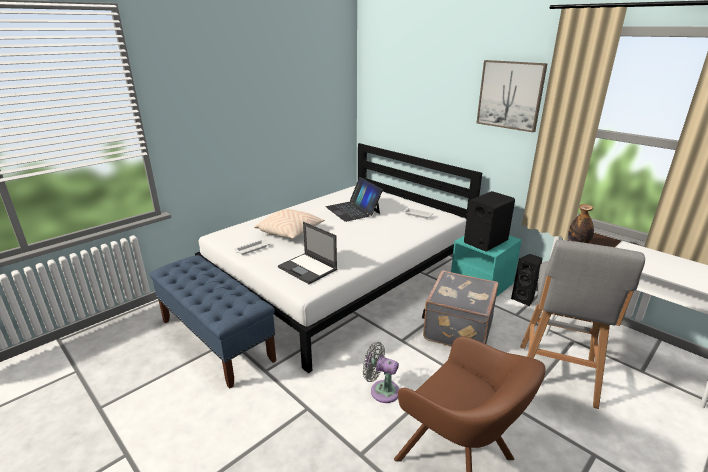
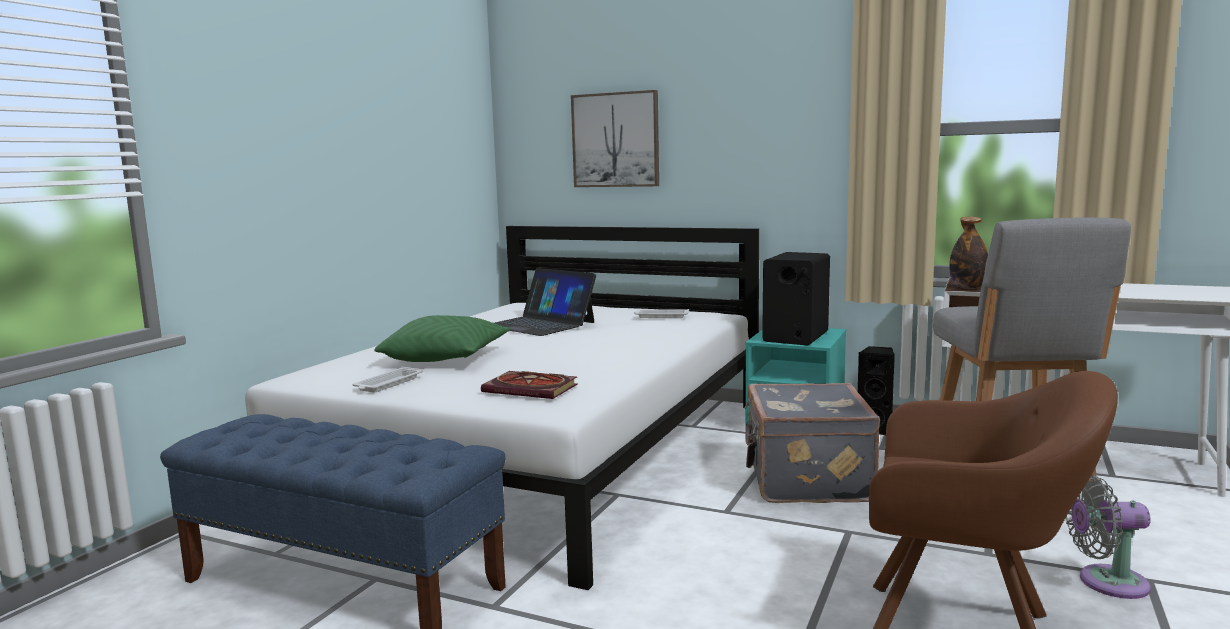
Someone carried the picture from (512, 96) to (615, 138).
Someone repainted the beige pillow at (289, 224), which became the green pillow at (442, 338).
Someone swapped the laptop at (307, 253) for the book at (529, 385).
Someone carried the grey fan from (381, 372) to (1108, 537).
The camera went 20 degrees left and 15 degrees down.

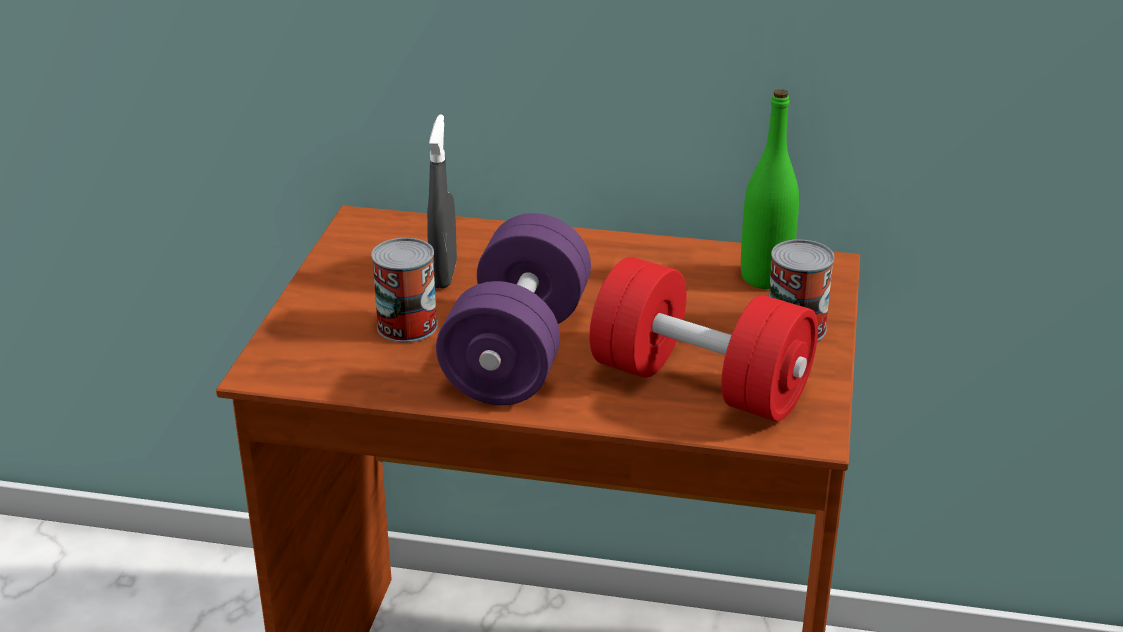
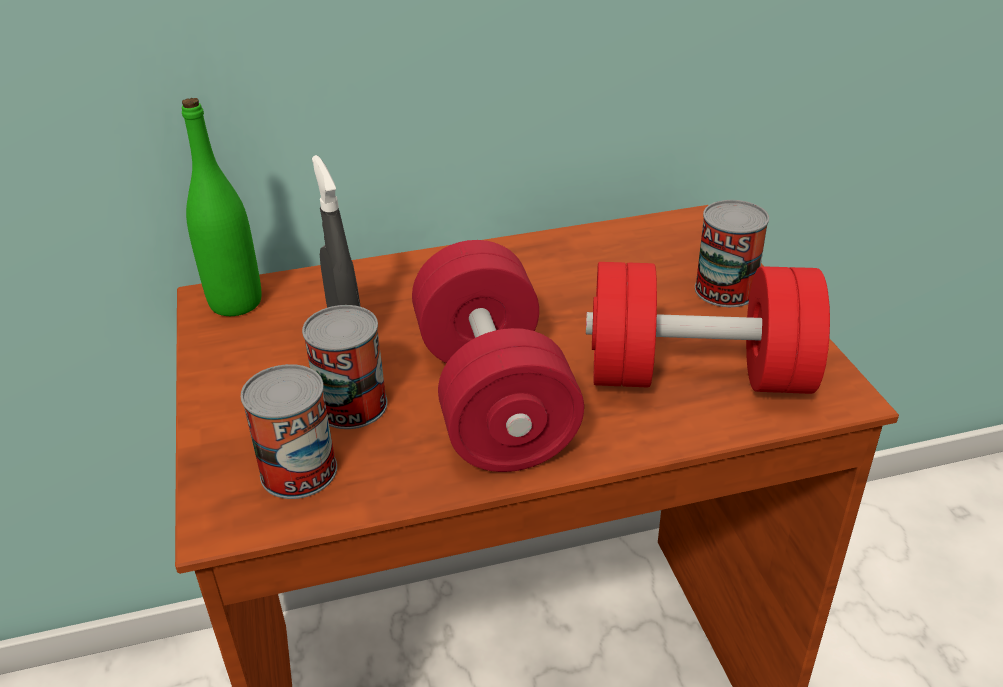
Someone carried the green bottle from (770, 189) to (222, 207).
Someone repainted the purple dumbbell at (513, 309), which became the red dumbbell at (498, 356).
Someone put down the can at (289, 431).
The camera went 25 degrees left and 5 degrees up.

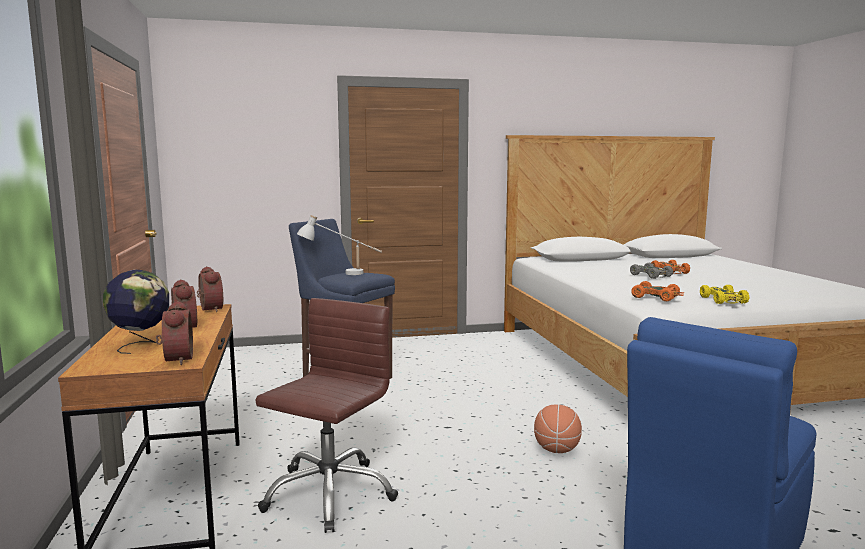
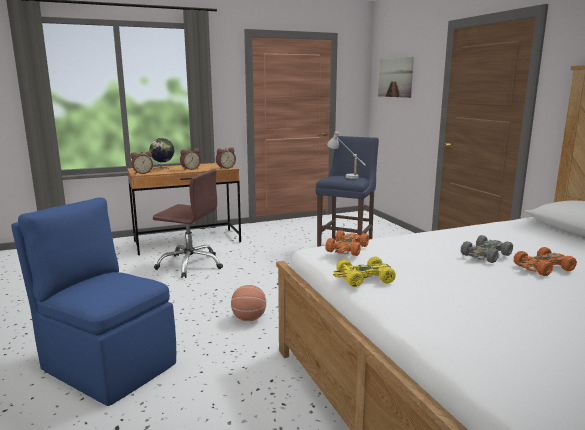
Someone put up the picture at (396, 77).
The camera went 80 degrees right and 5 degrees up.

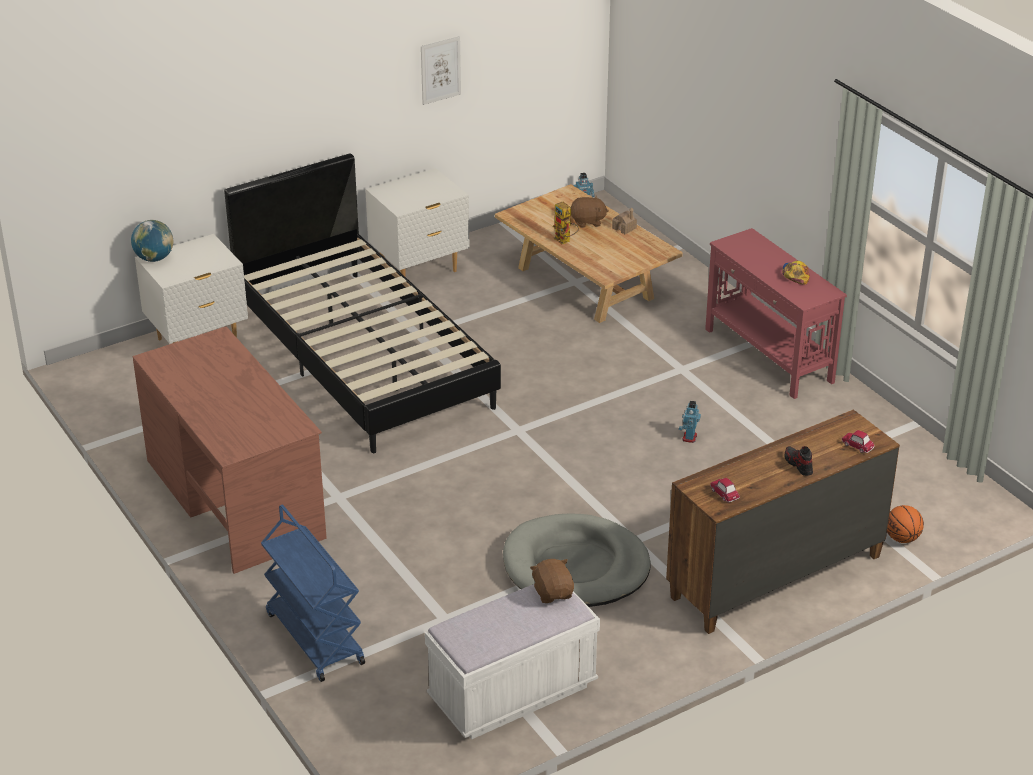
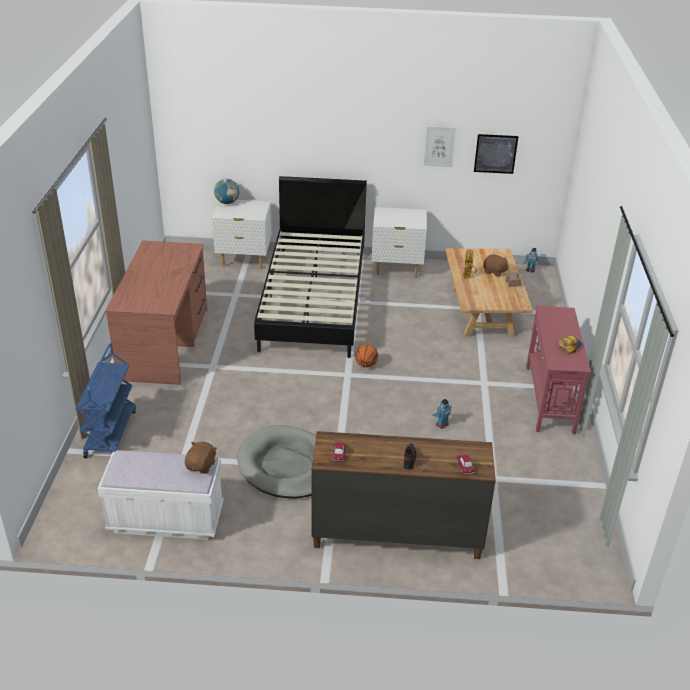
Someone carried the basketball from (905, 524) to (366, 355).
Someone put up the picture at (496, 154).
The camera went 35 degrees right and 0 degrees up.

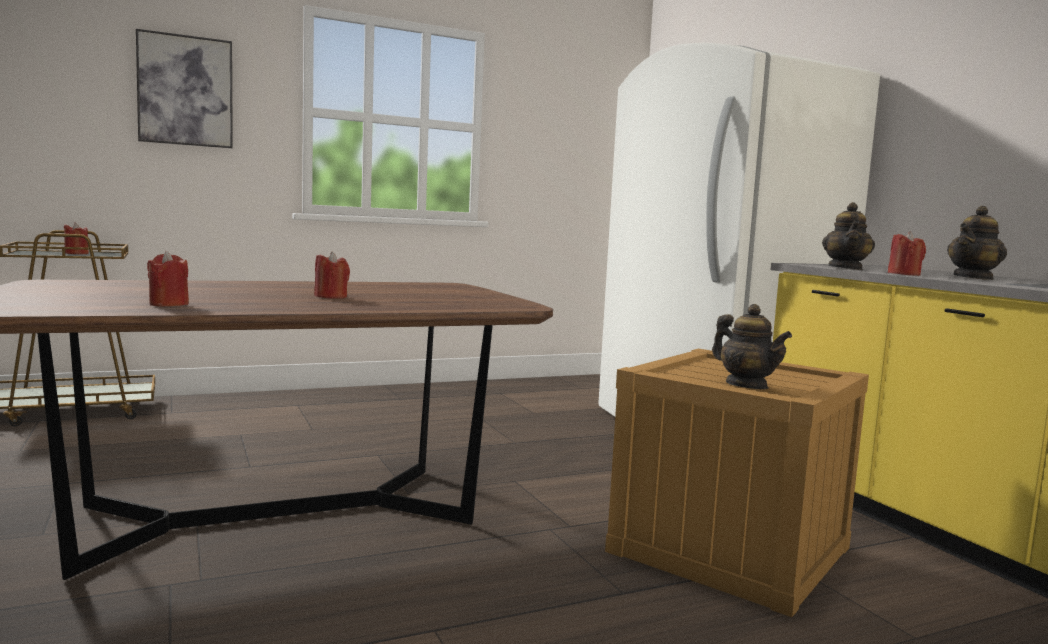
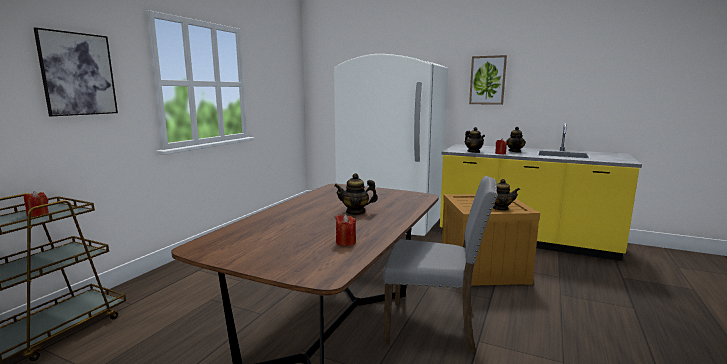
Someone swapped the red candle at (332, 275) for the teapot at (356, 194).
Someone put up the picture at (488, 80).
Someone put down the grey chair at (440, 264).
The camera went 40 degrees left and 5 degrees up.

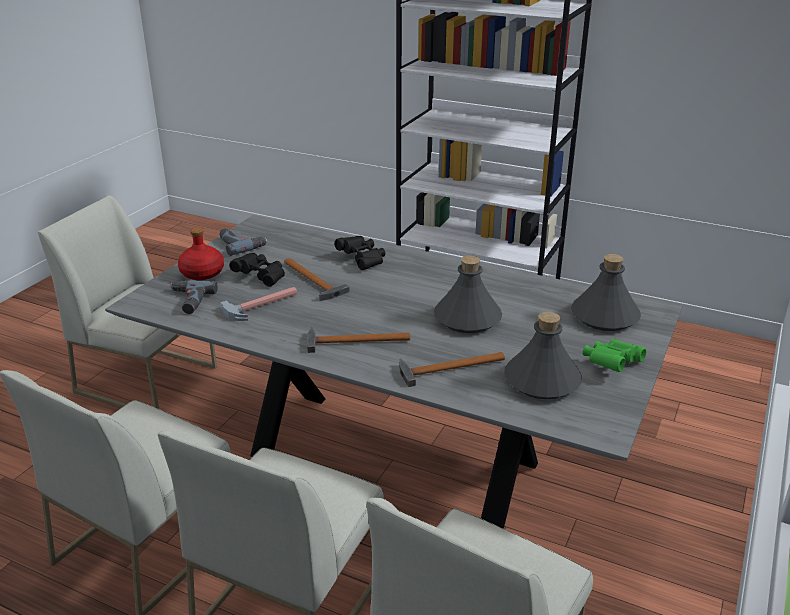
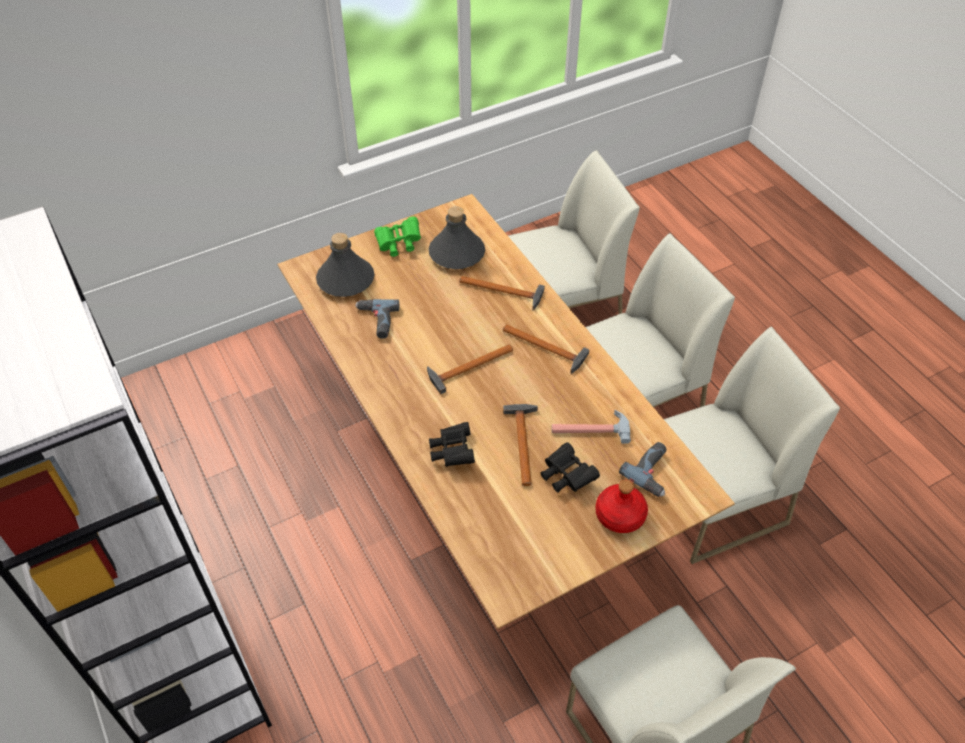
Someone repainted the grey dining table at (394, 372), which became the brown dining table at (506, 411).
Someone carried the power drill from (243, 242) to (377, 319).
Someone took away the grey bottle at (468, 294).
Someone put down the hammer at (470, 369).
The camera went 145 degrees left and 20 degrees up.

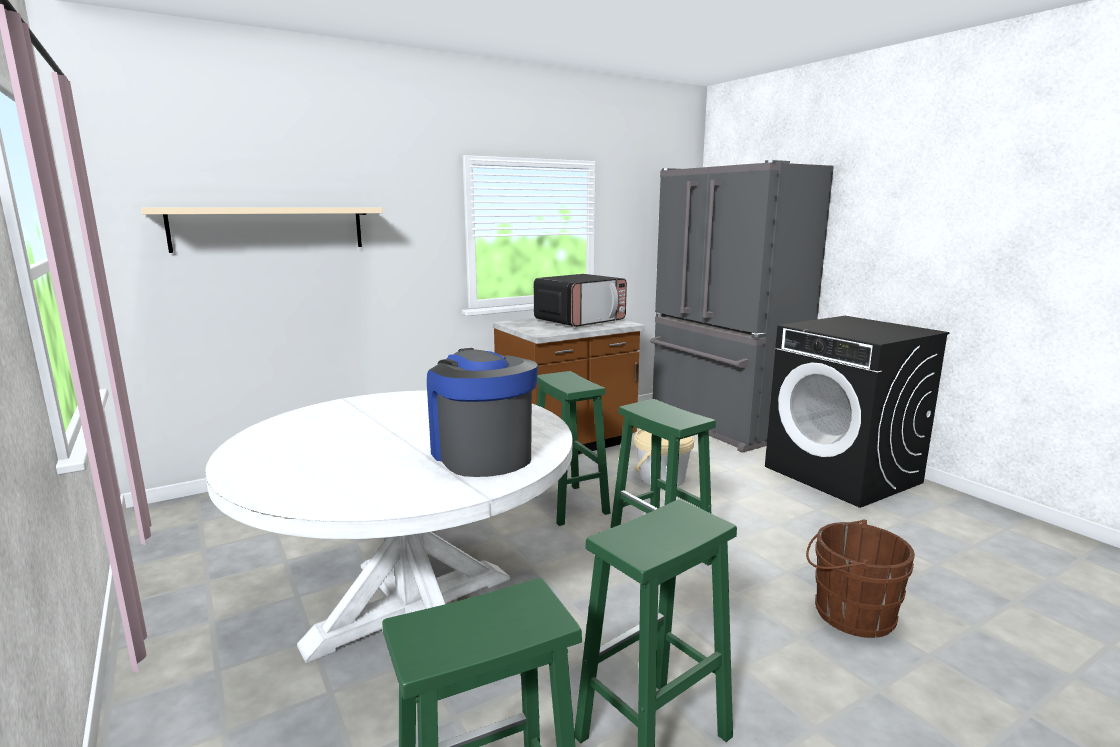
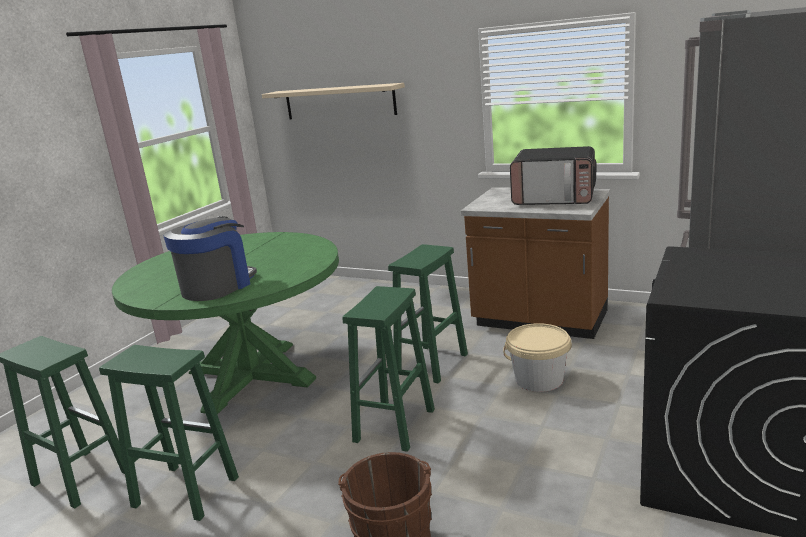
Someone repainted the white dining table at (388, 527), which became the green dining table at (225, 323).
The camera went 60 degrees right and 5 degrees up.

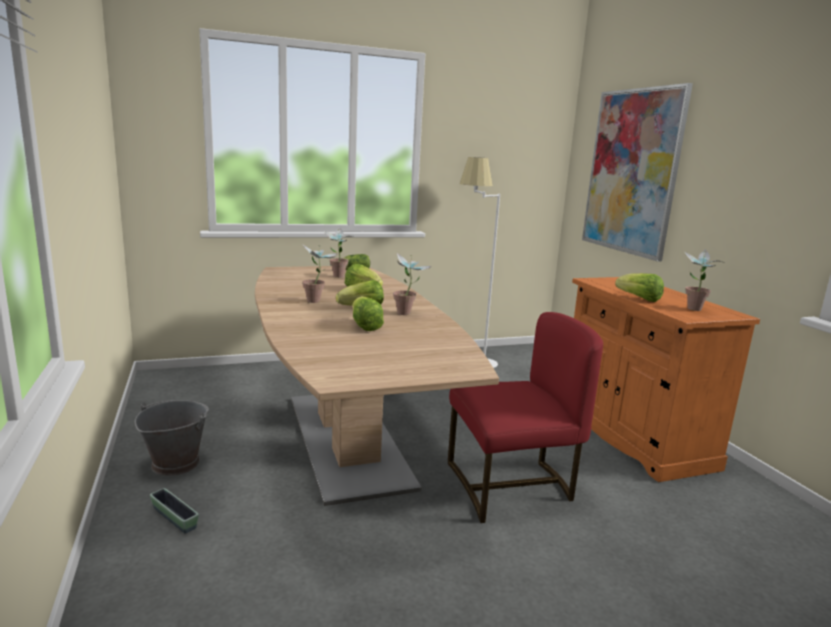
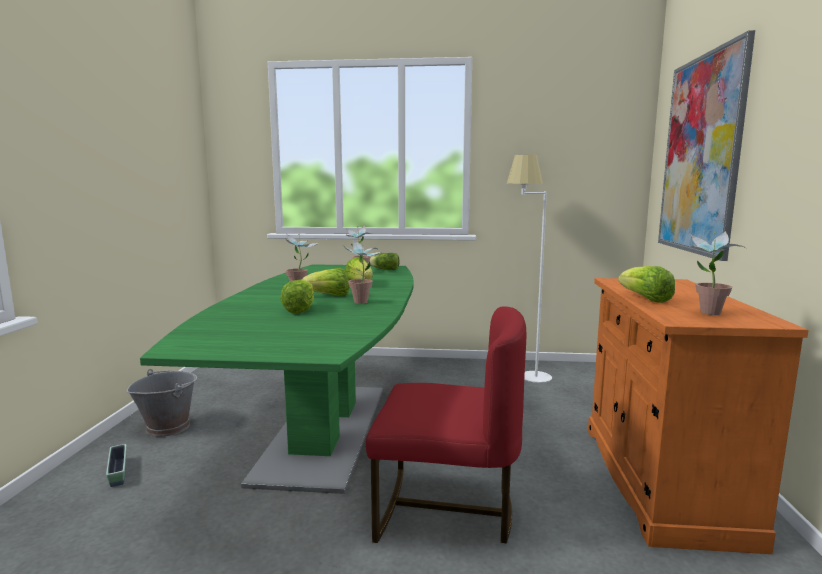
Someone repainted the brown dining table at (377, 386), which became the green dining table at (276, 379).
The camera went 25 degrees right and 5 degrees down.

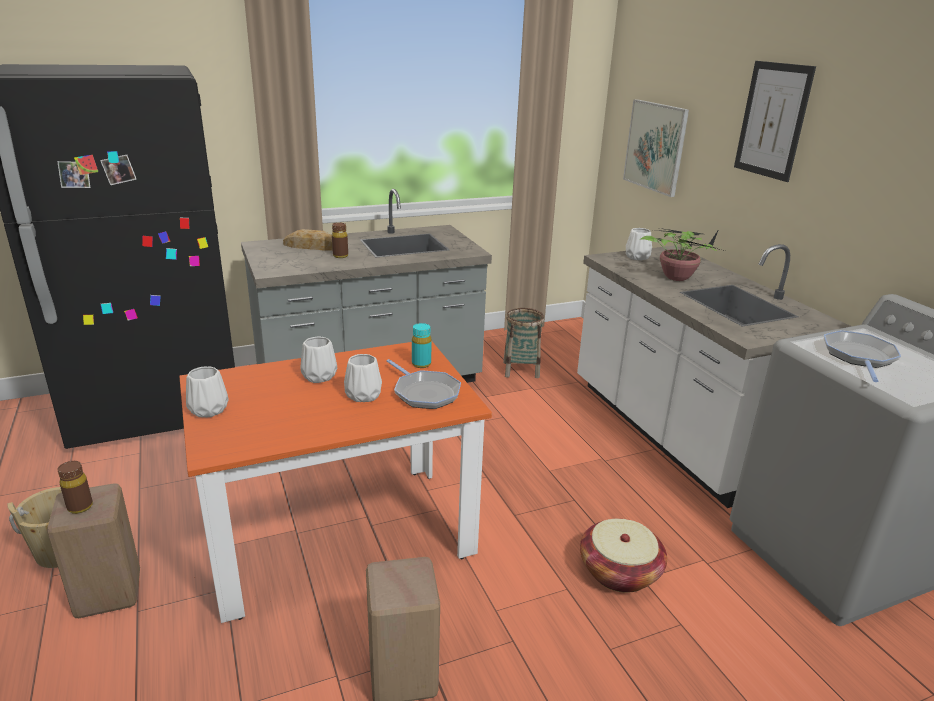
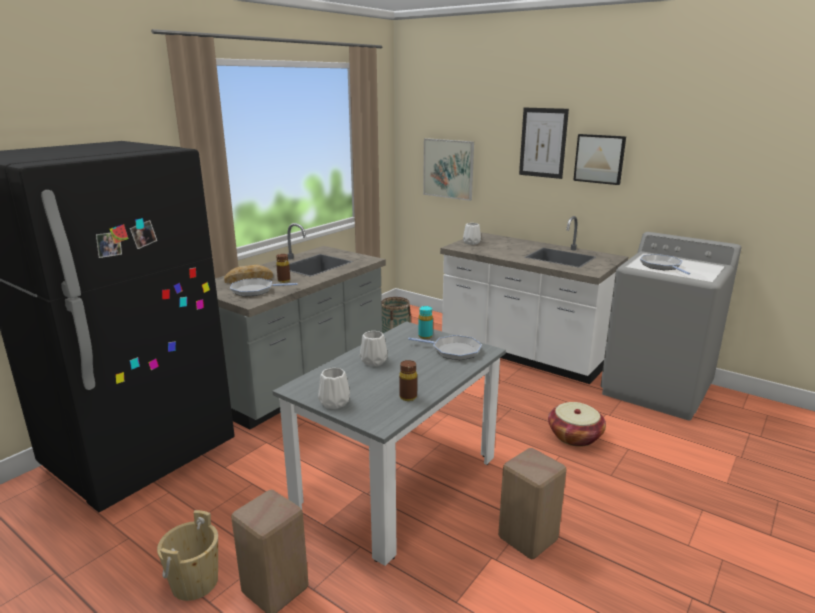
Someone took away the potted plant at (682, 254).
Someone repainted the orange dining table at (335, 481), which became the grey dining table at (389, 443).
Someone took away the white vase at (363, 378).
Someone carried the brown bottle from (75, 487) to (408, 380).
Someone put up the picture at (599, 159).
Someone put down the frying pan at (264, 287).
The camera went 30 degrees left and 5 degrees down.

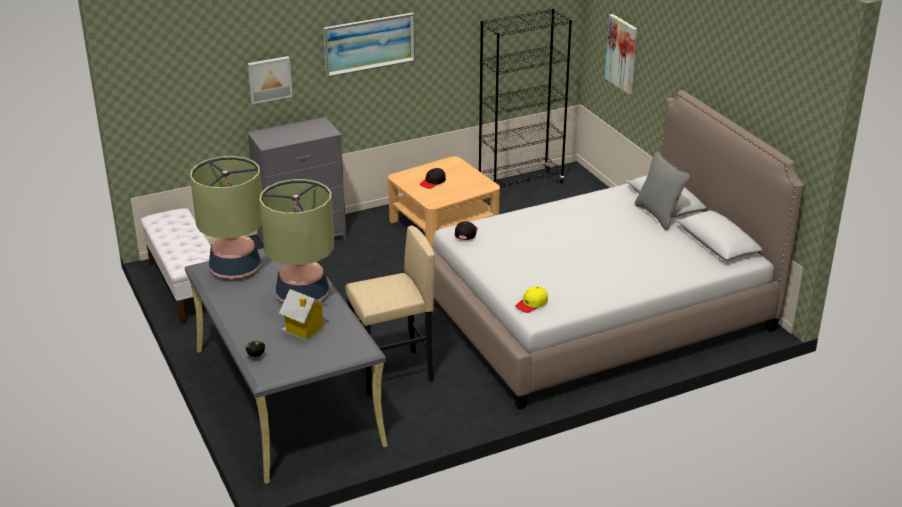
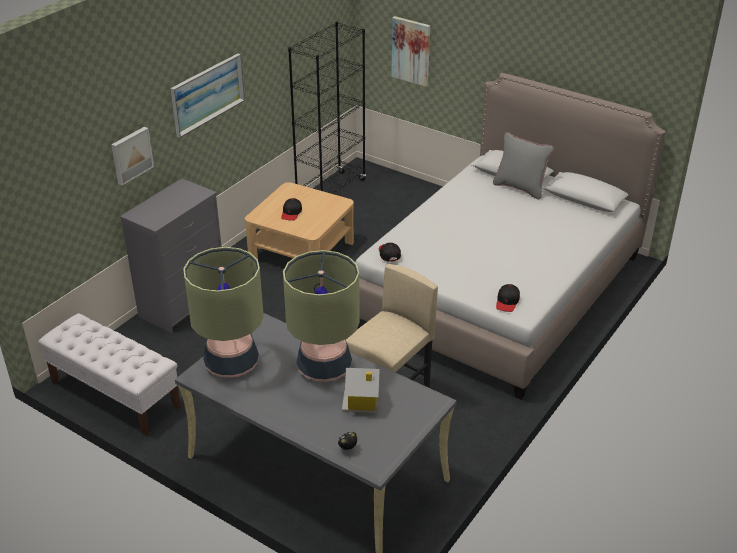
Someone repainted the yellow cap at (531, 299), which became the black cap at (508, 298).
The camera went 30 degrees left and 5 degrees up.

